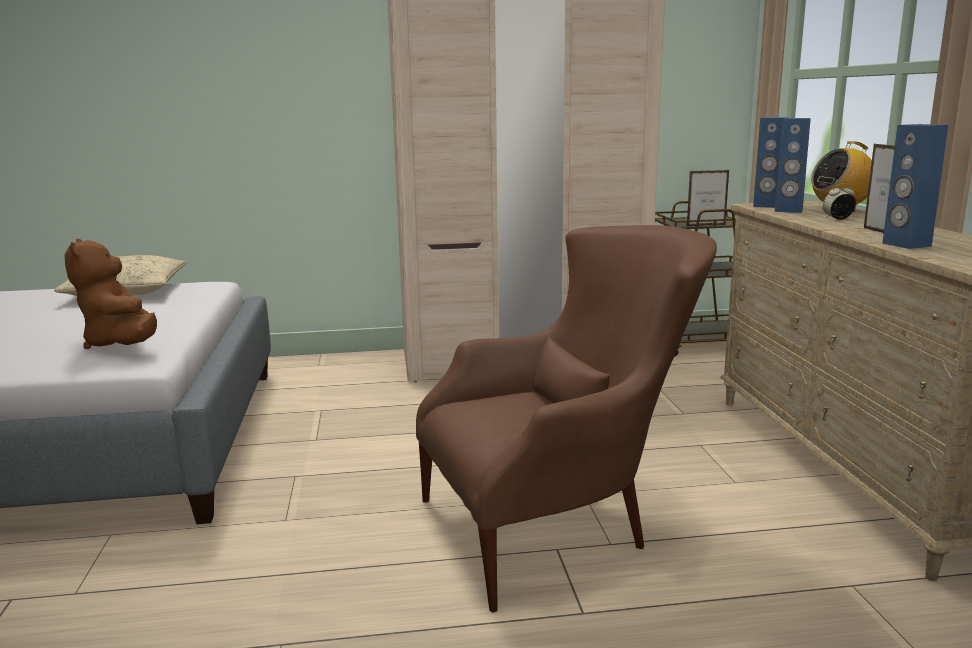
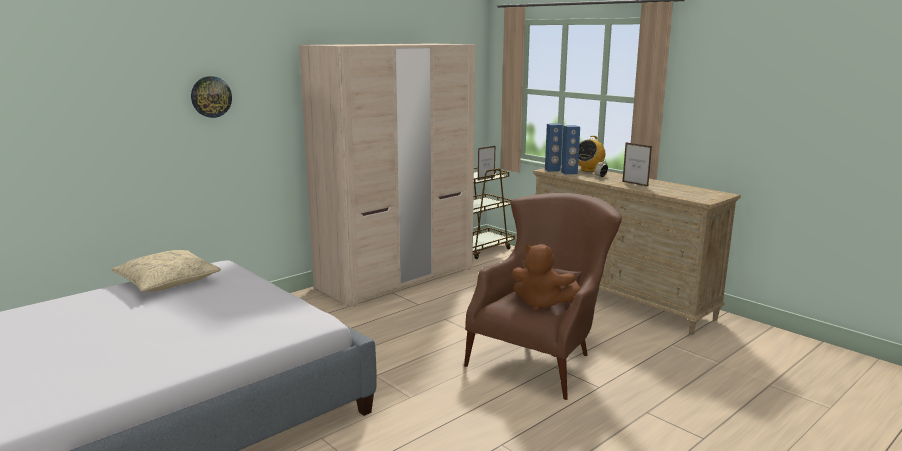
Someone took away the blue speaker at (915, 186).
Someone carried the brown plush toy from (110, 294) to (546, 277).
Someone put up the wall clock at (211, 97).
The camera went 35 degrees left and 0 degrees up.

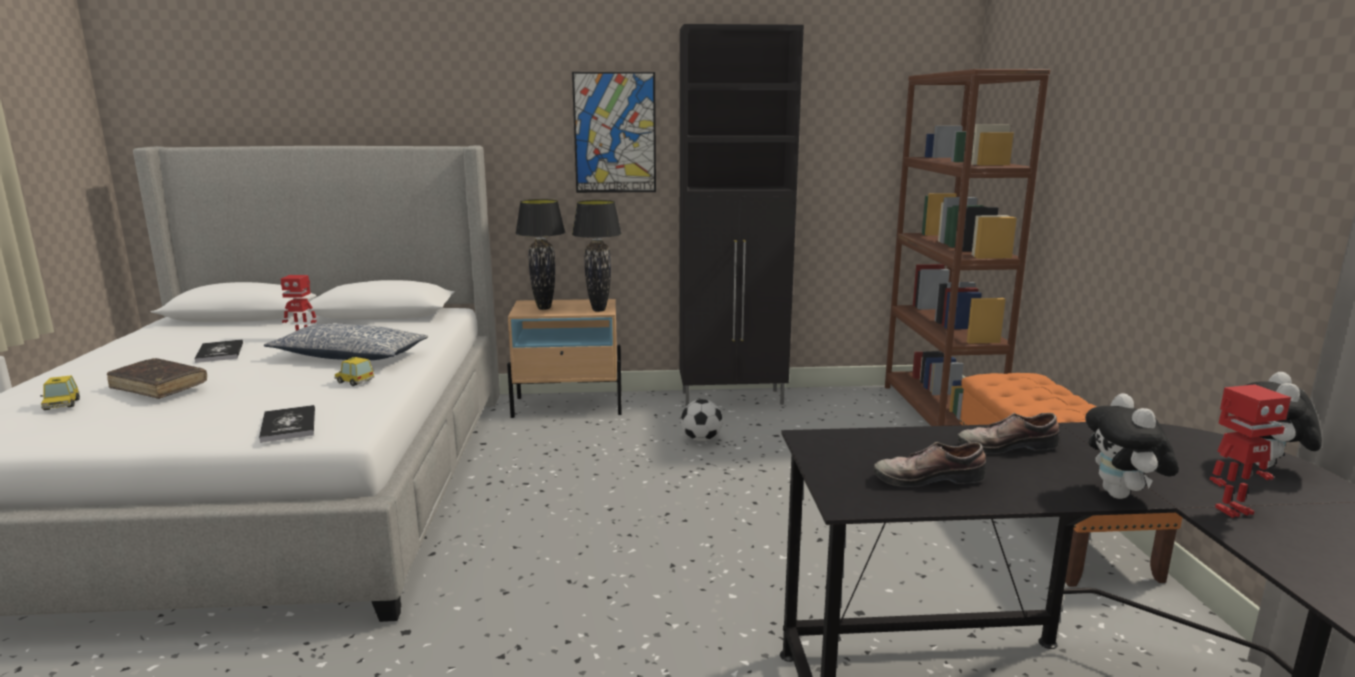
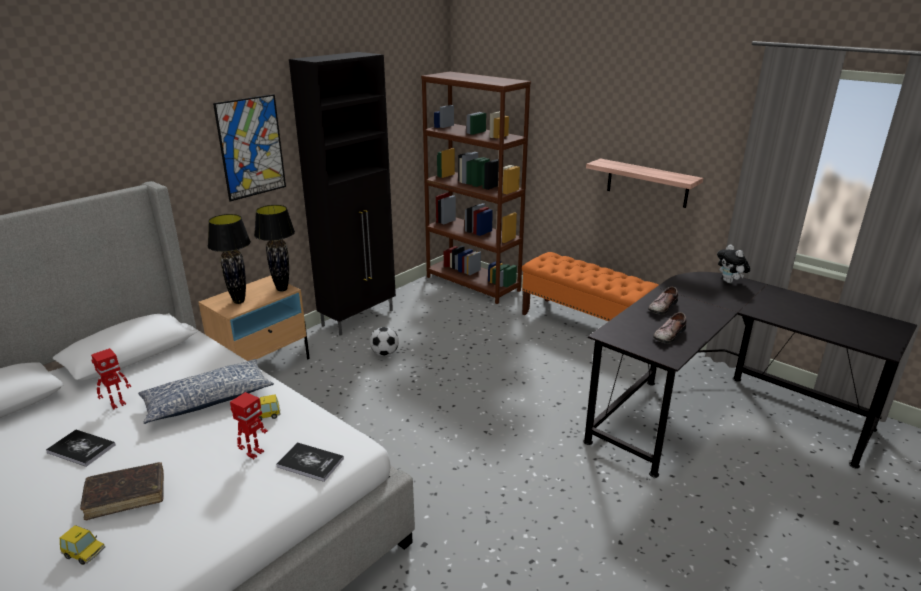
Someone carried the toy robot from (1250, 451) to (249, 425).
Someone took away the plush toy at (1132, 446).
Someone put up the shelf at (644, 183).
The camera went 45 degrees left and 10 degrees up.

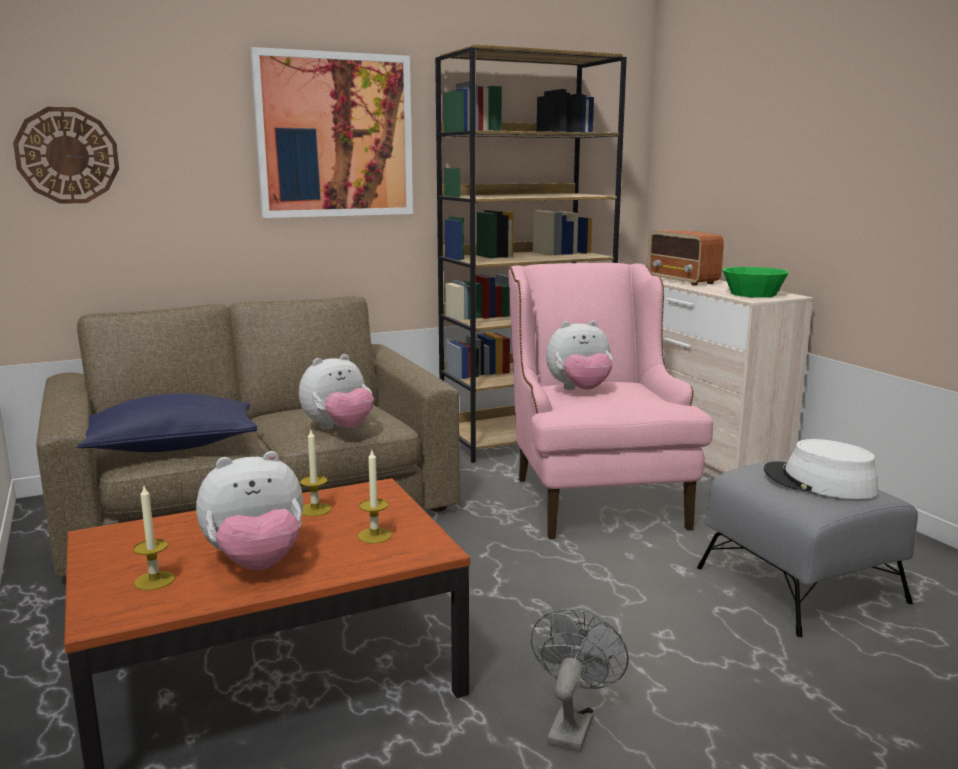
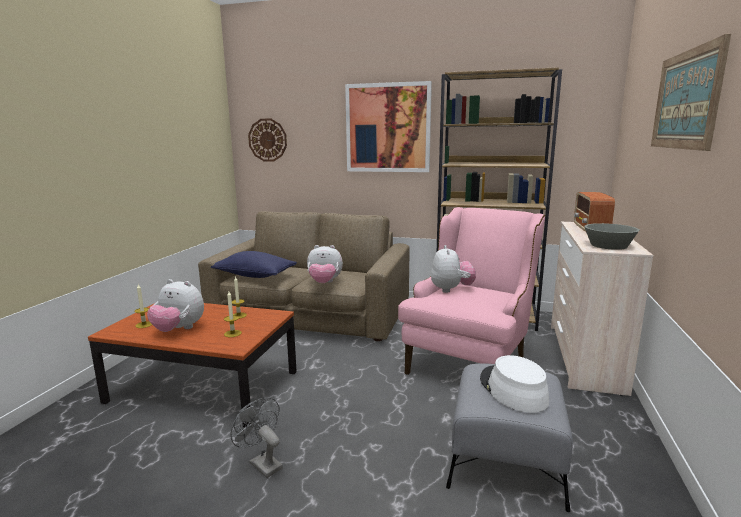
Someone repainted the green bowl at (755, 282), which became the grey bowl at (611, 236).
Someone rotated the plush toy at (579, 355) by 120 degrees counterclockwise.
Someone rotated the grey fan at (580, 680) by 105 degrees counterclockwise.
Someone put up the picture at (691, 92).
The camera went 40 degrees right and 0 degrees up.

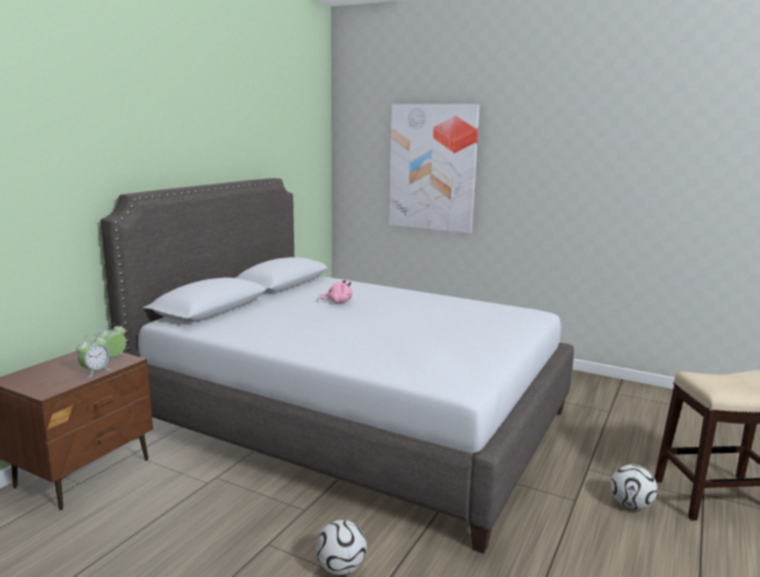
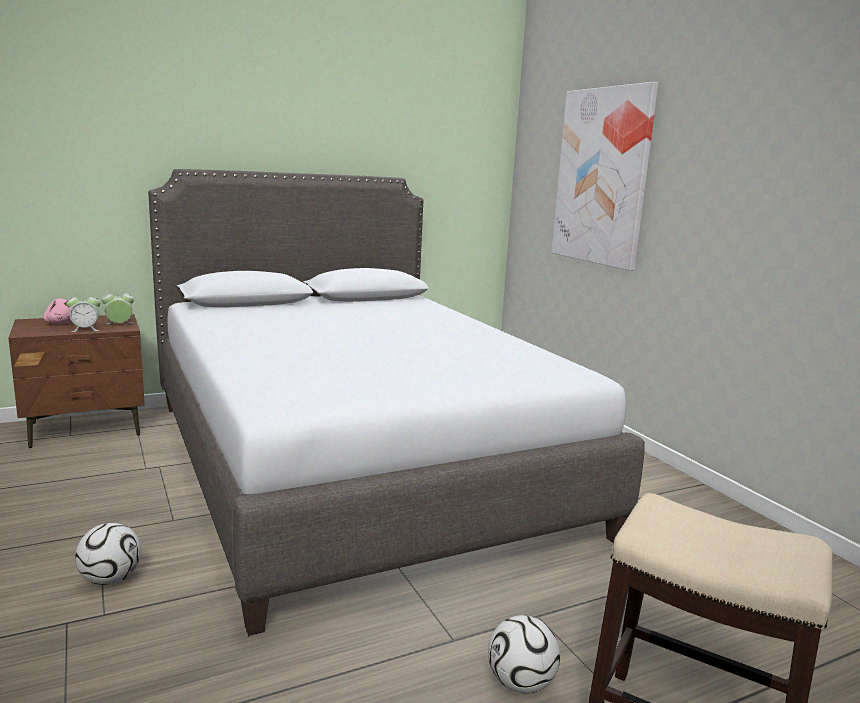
Someone carried the pink plush toy from (334, 291) to (59, 310).
The camera went 35 degrees right and 0 degrees up.

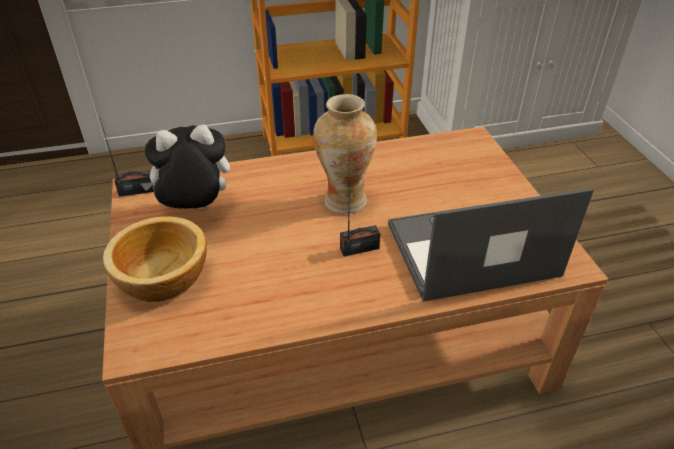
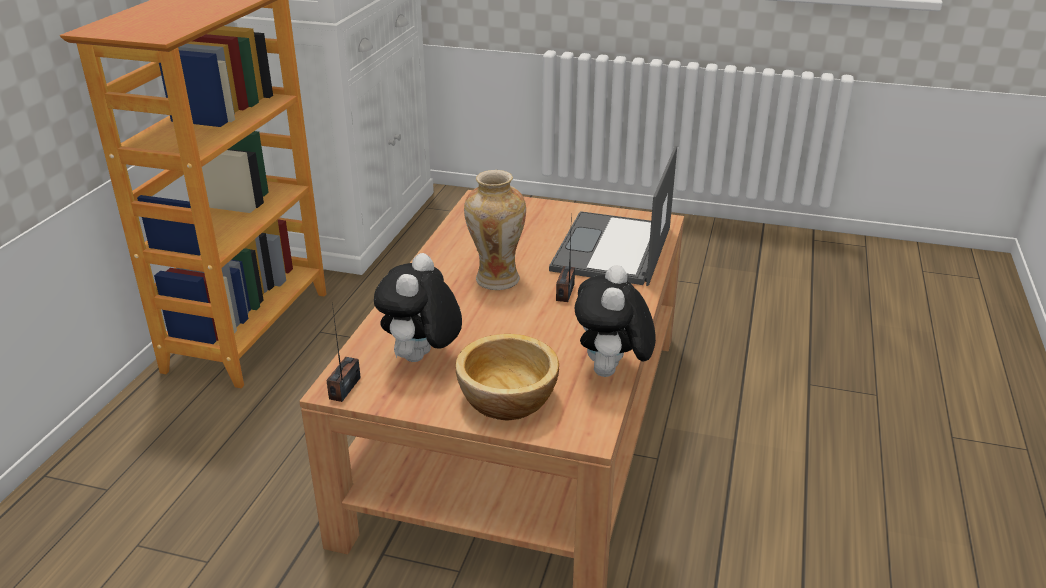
Someone put down the plush toy at (615, 321).
The camera went 60 degrees left and 10 degrees down.

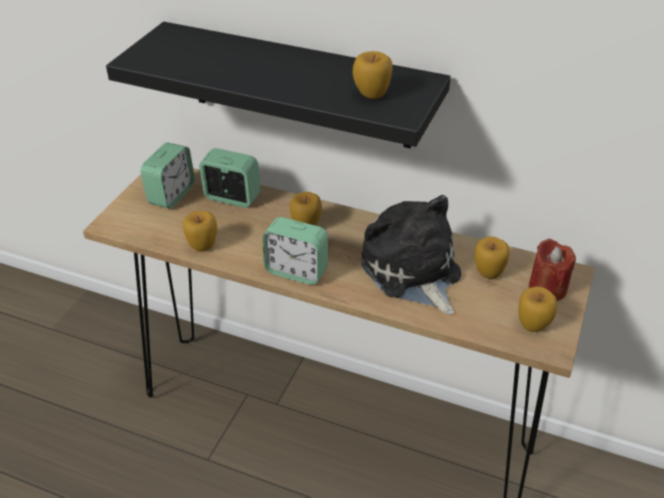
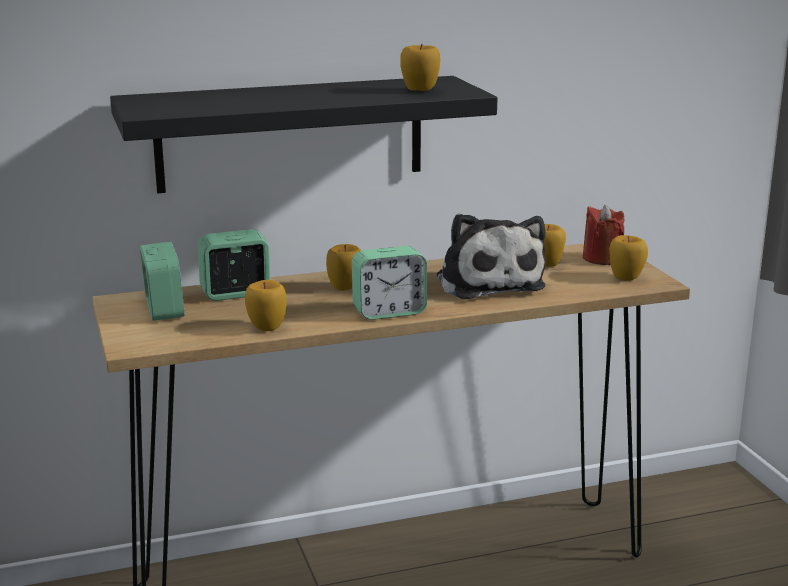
Someone rotated the plush toy at (411, 255) by 135 degrees counterclockwise.
The camera went 40 degrees left and 20 degrees down.

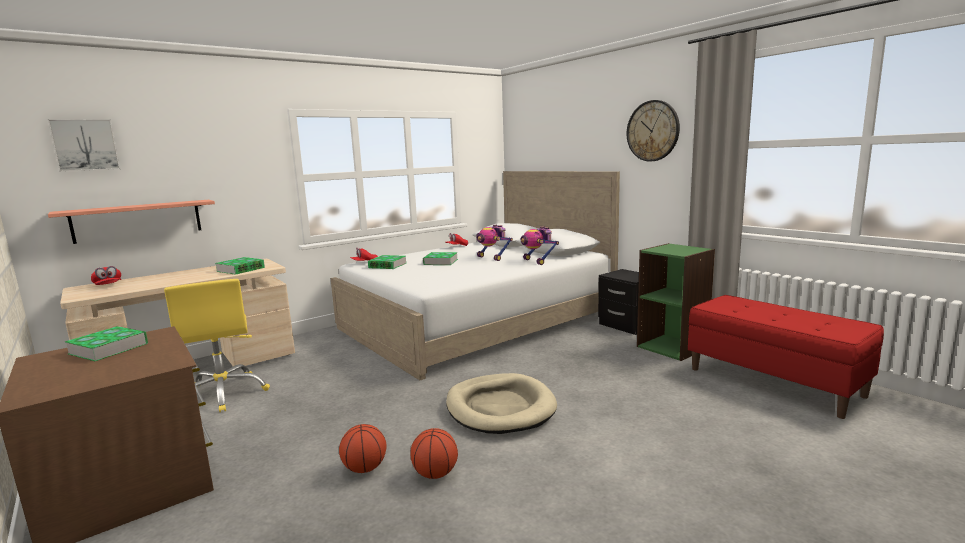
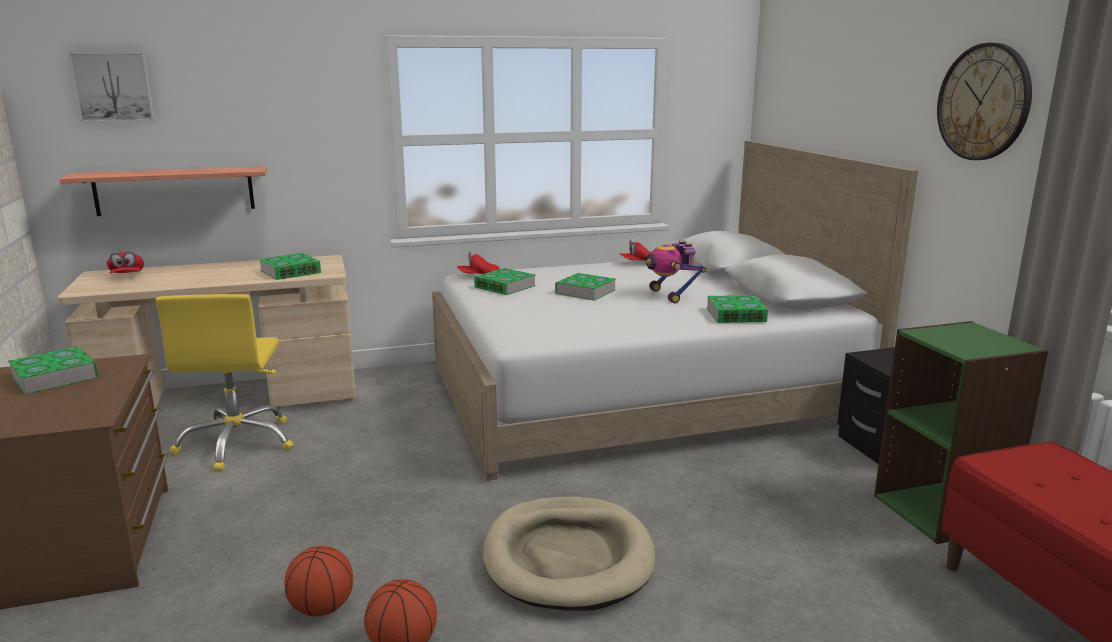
Someone swapped the toy robot at (539, 246) for the book at (737, 309).
The camera went 20 degrees right and 5 degrees up.

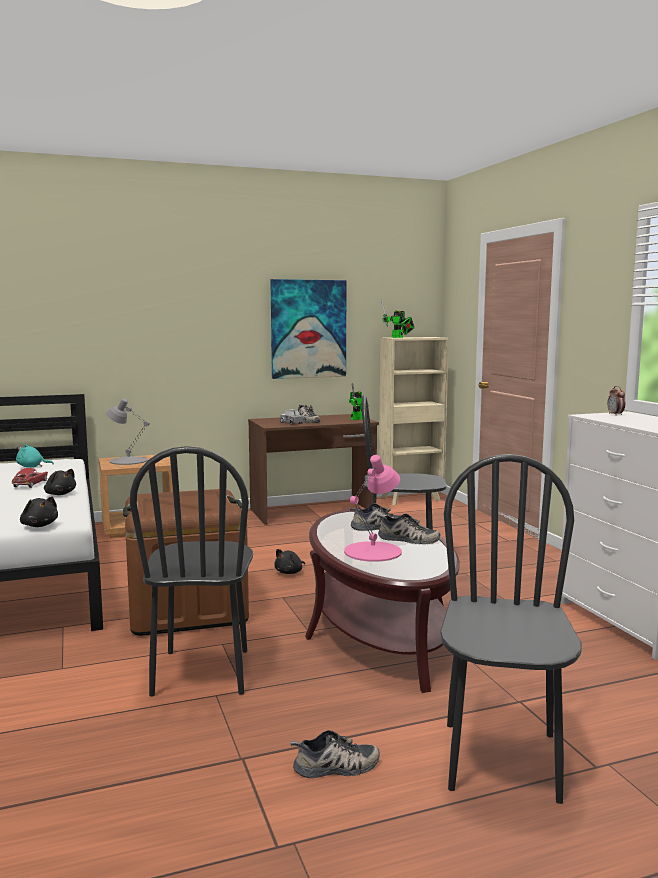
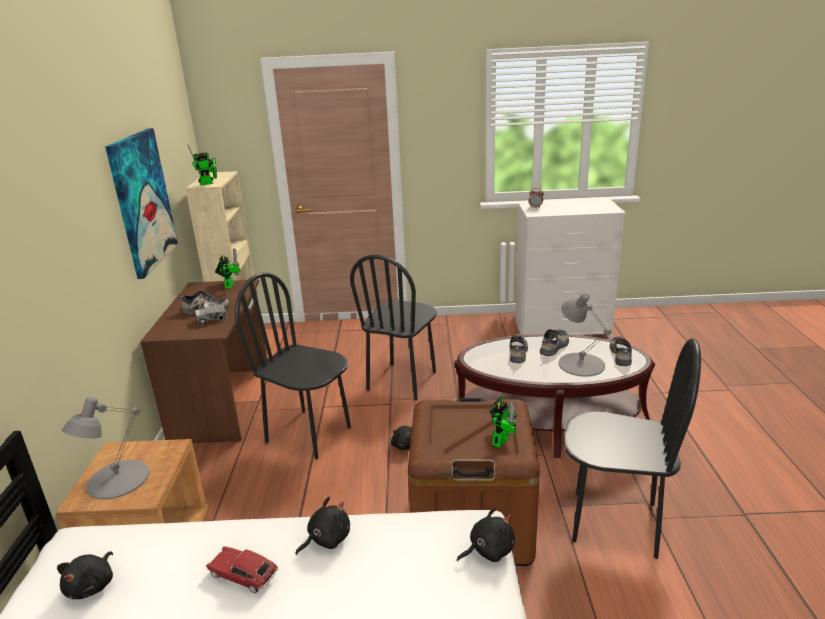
Someone repainted the turquoise plush toy at (35, 456), which became the black plush toy at (85, 575).
Someone carried the black chair from (511, 629) to (293, 365).
Someone repainted the pink table lamp at (373, 508), which became the grey table lamp at (585, 334).
Someone carried the shoe from (335, 754) to (621, 351).
Someone put down the toy robot at (503, 421).
The camera went 70 degrees left and 15 degrees up.

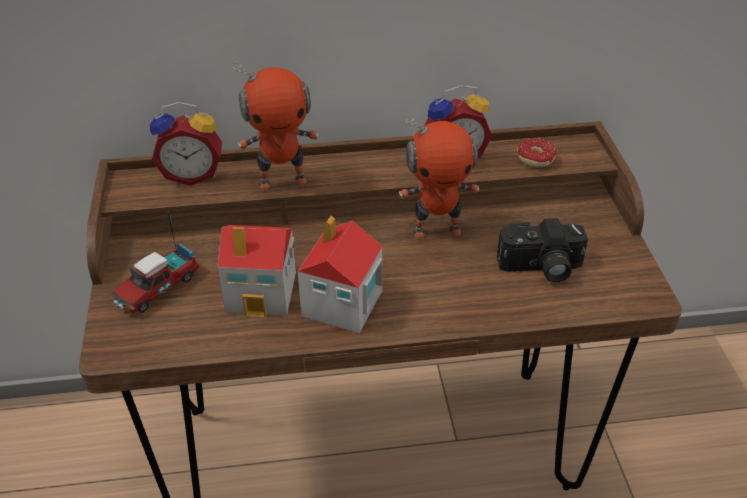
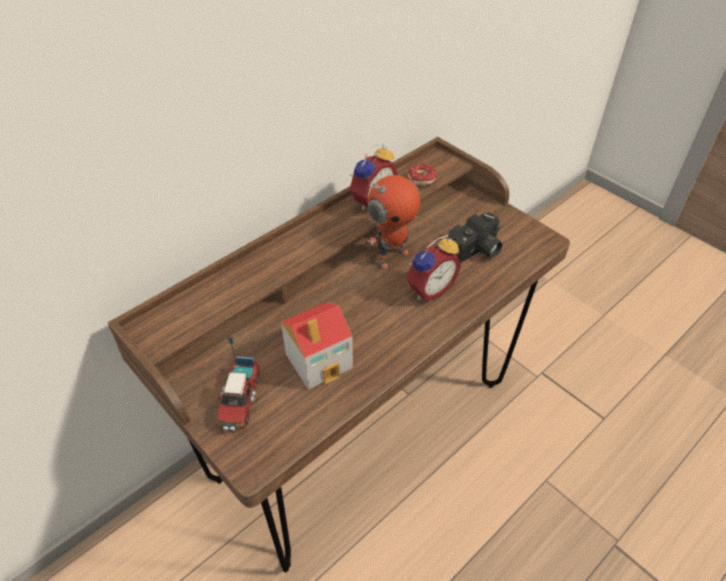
Someone took away the toy robot at (276, 126).
Someone carried the alarm clock from (186, 144) to (433, 268).
Someone took away the toy house at (340, 274).
The camera went 35 degrees left and 5 degrees up.

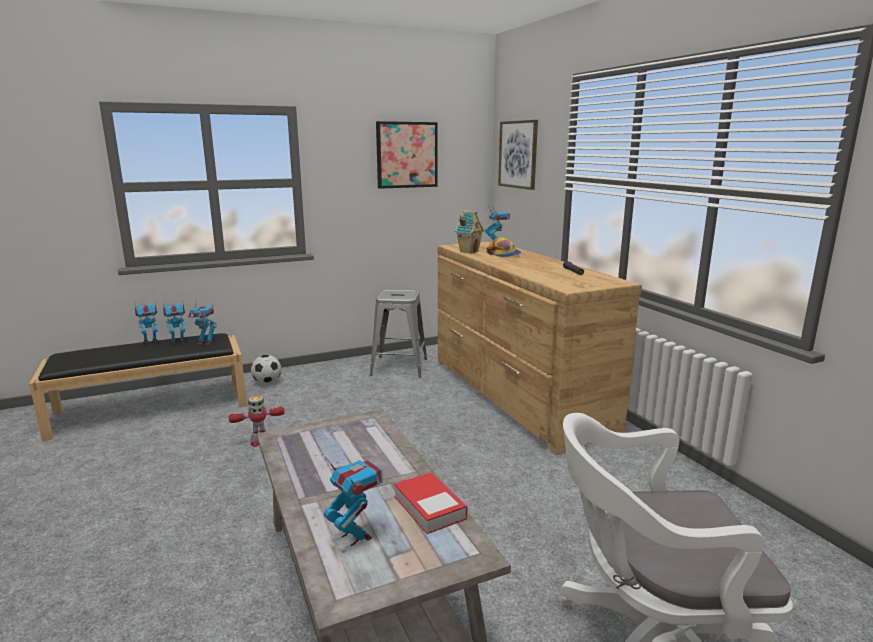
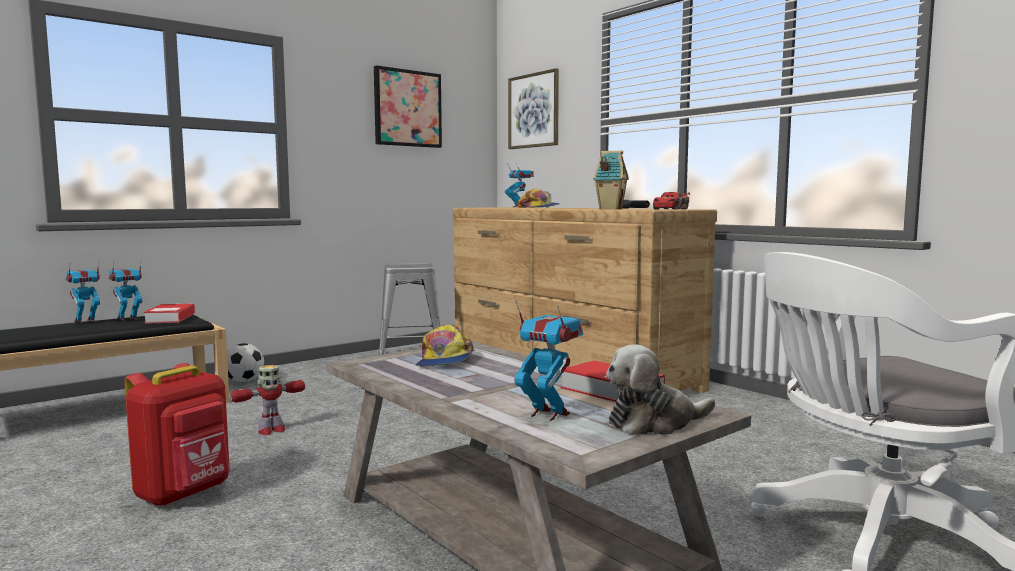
Someone carried the toy house from (469, 232) to (611, 179).
Someone swapped the toy robot at (203, 321) for the book at (169, 313).
Someone put down the toy car at (671, 201).
Someone put down the cap at (445, 345).
Someone put down the plush toy at (660, 389).
Someone put down the red backpack at (177, 434).
The camera went 15 degrees left and 10 degrees down.

